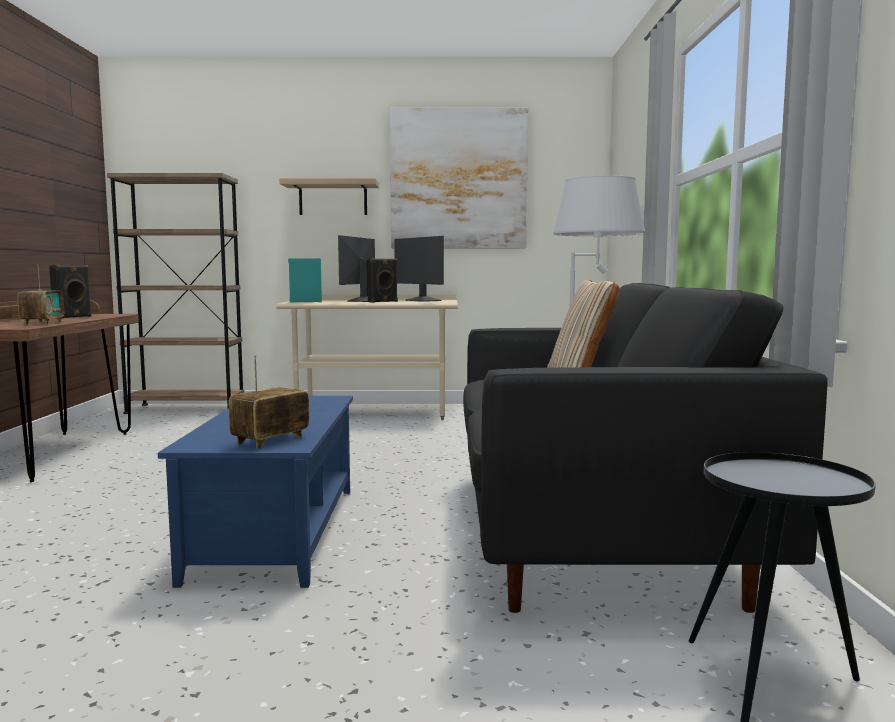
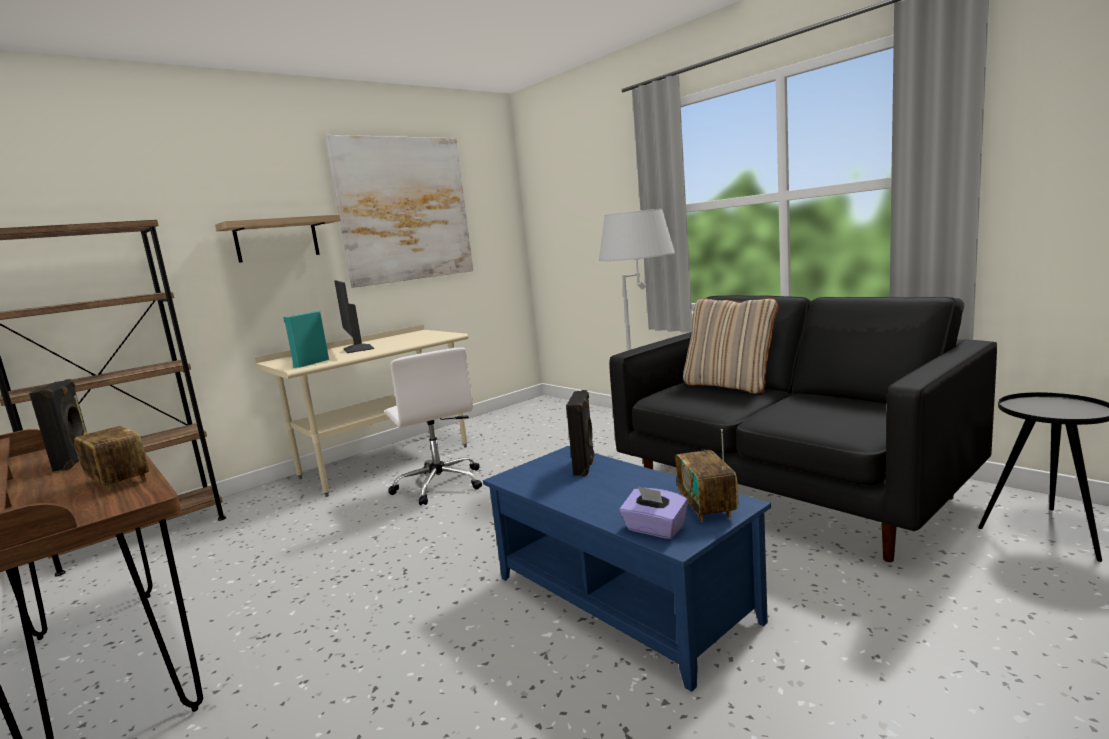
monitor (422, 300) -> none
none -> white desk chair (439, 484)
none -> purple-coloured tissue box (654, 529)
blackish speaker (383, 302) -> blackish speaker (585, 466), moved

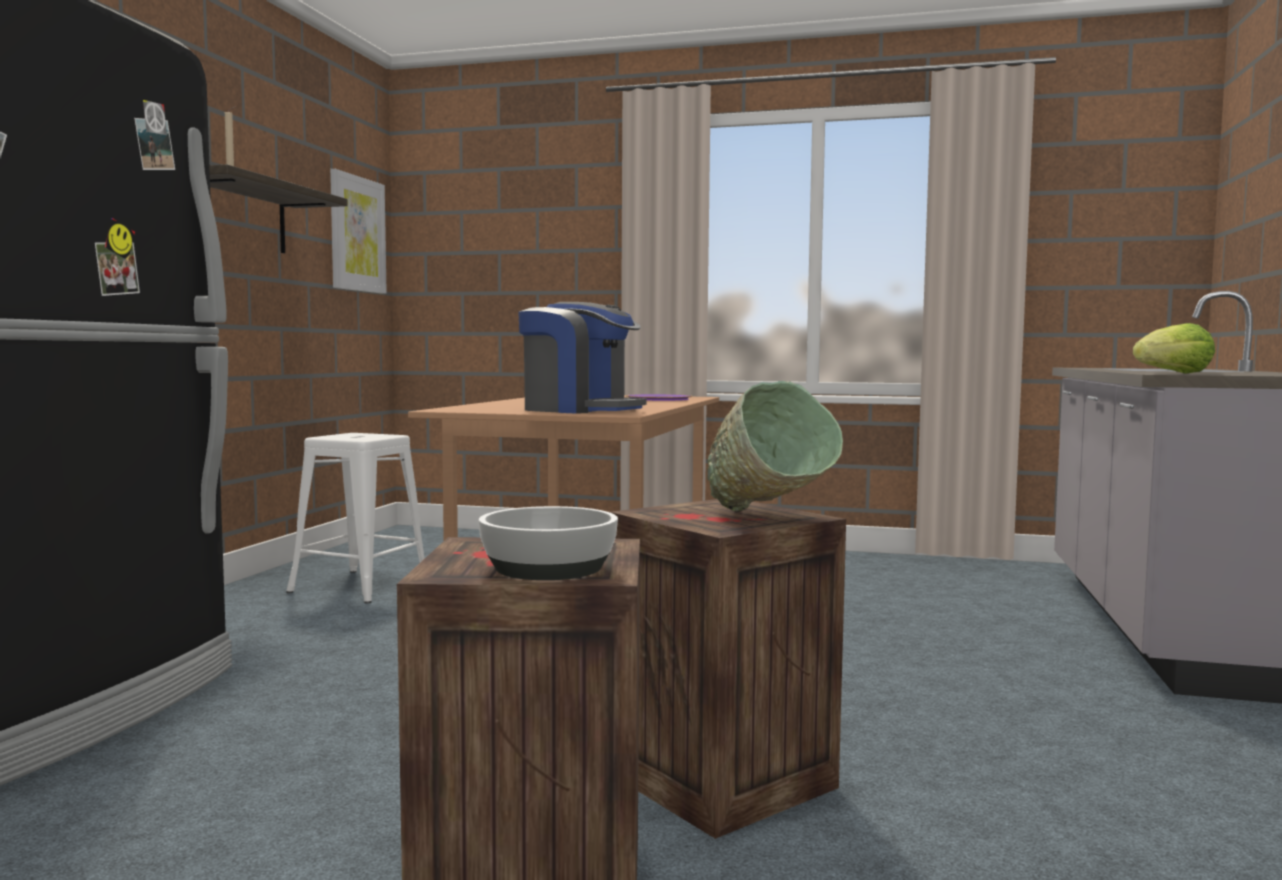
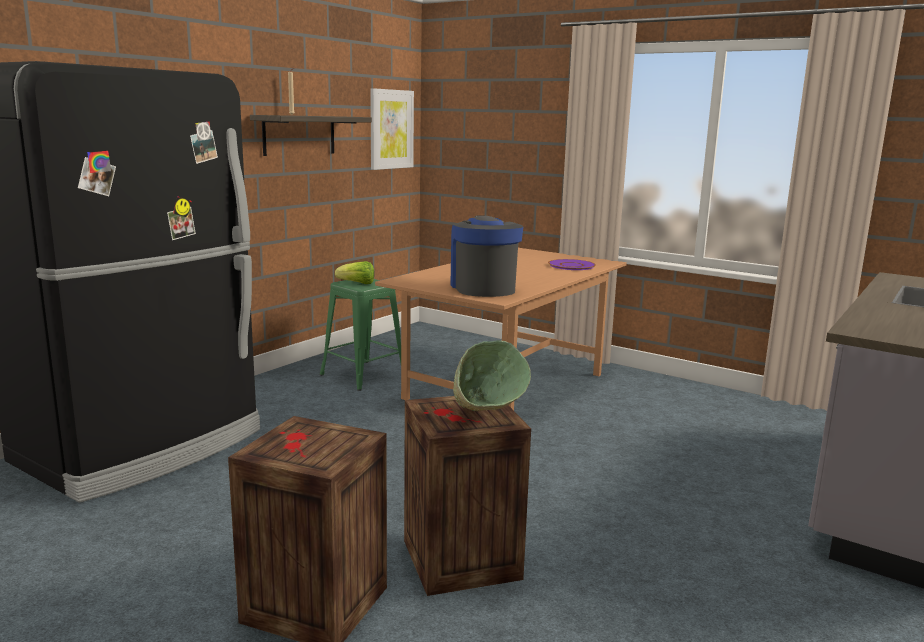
serving bowl (549, 567) -> none
lettuce head (1173, 373) -> lettuce head (357, 284), moved
white stool (360, 586) -> green stool (363, 375)
coffee machine (580, 410) -> coffee machine (483, 288), 150 degrees counterclockwise

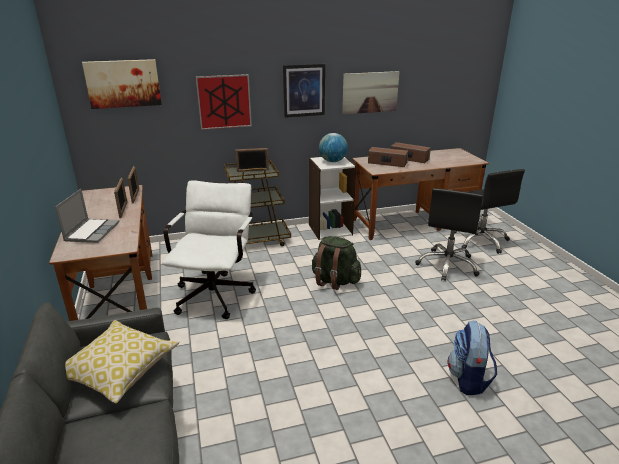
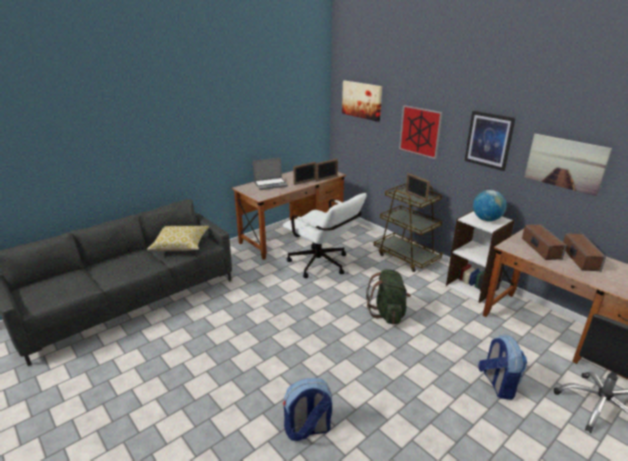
blackish desk chair (447, 265) -> knapsack (497, 384)
white desk chair (216, 292) -> white desk chair (323, 265), 60 degrees clockwise

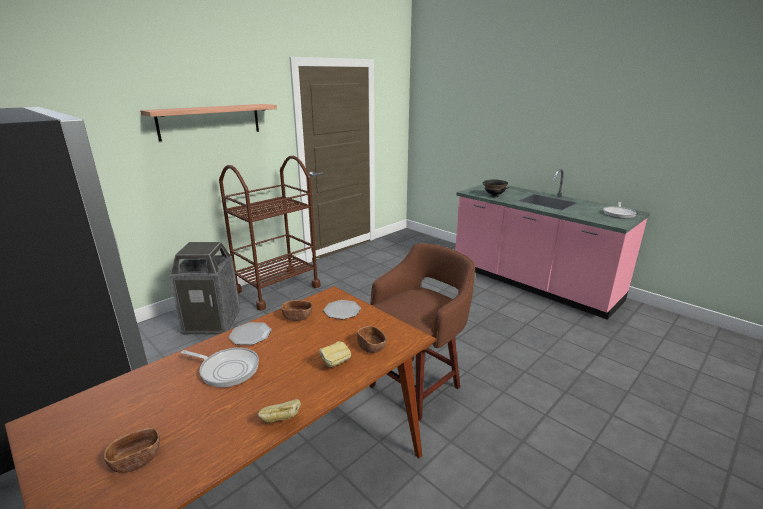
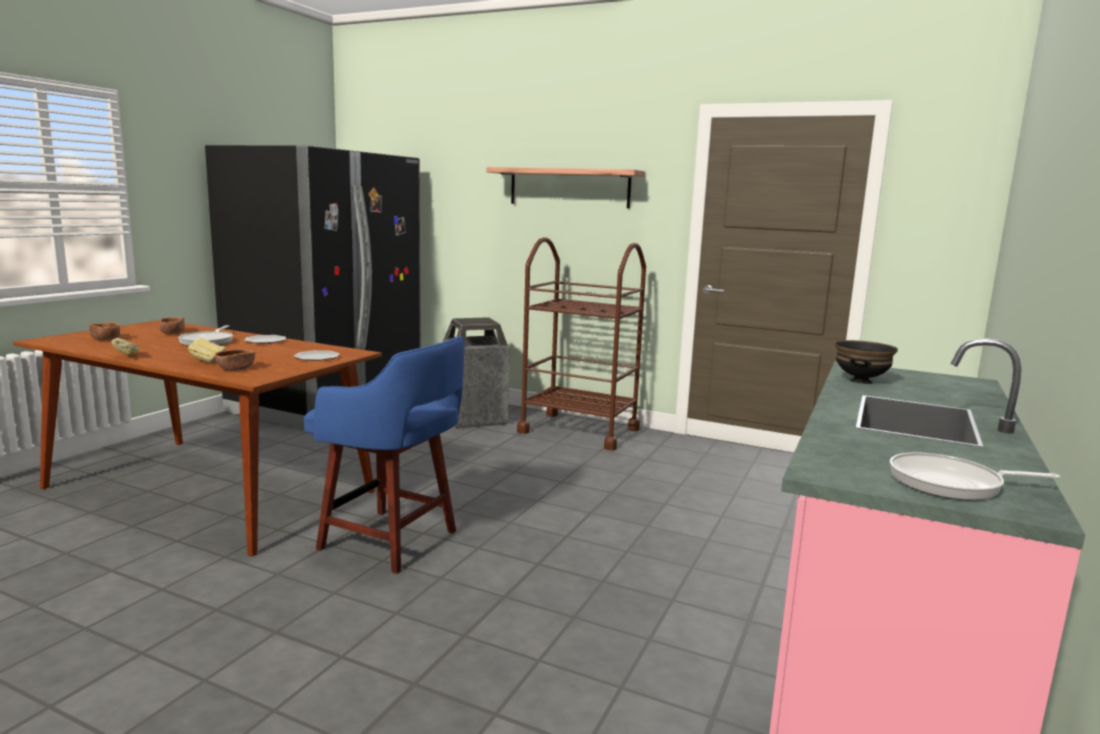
brownish serving bowl (297, 317) -> brownish serving bowl (173, 333), moved
brownish stool (417, 385) -> blue stool (392, 541)

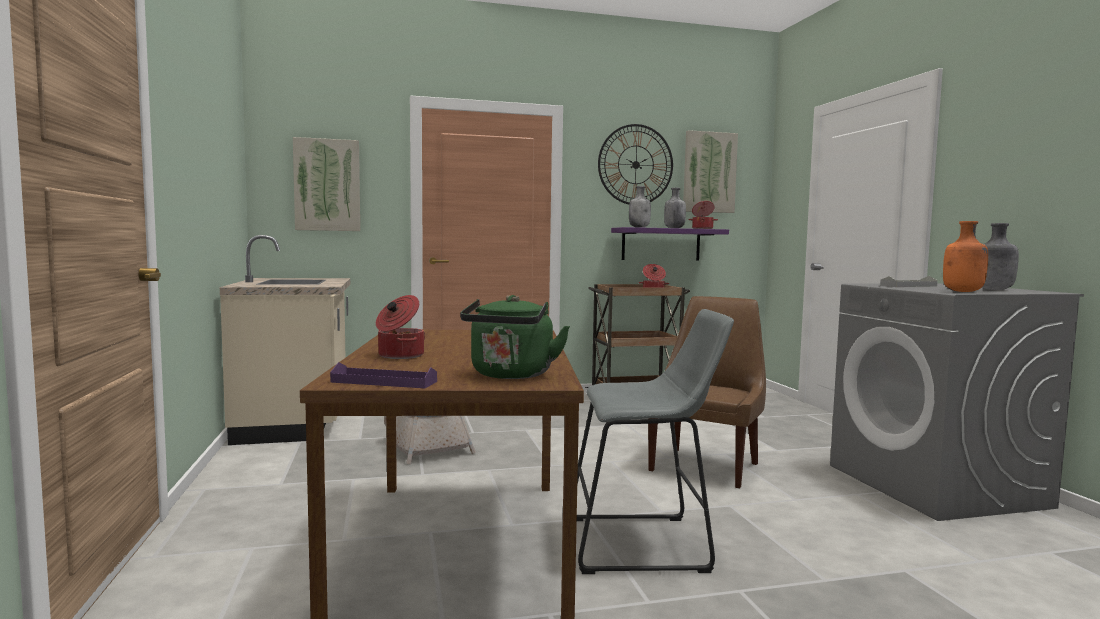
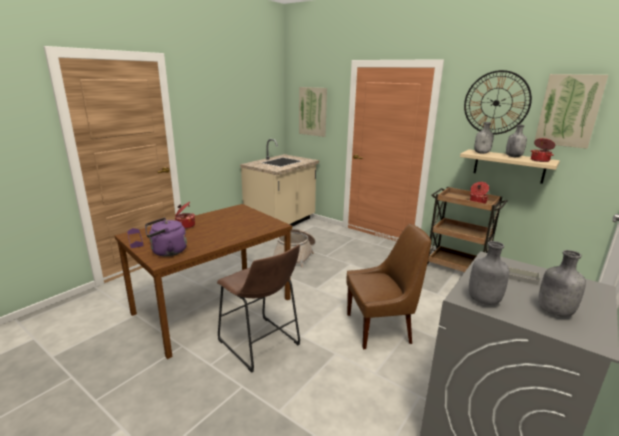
green tea kettle (511, 375) -> purple-coloured tea kettle (167, 252)
gray stool (646, 544) -> brownish stool (261, 345)
purple-coloured shelf (661, 244) -> beige shelf (509, 166)
orange-coloured bottle (963, 291) -> gray bottle (483, 301)

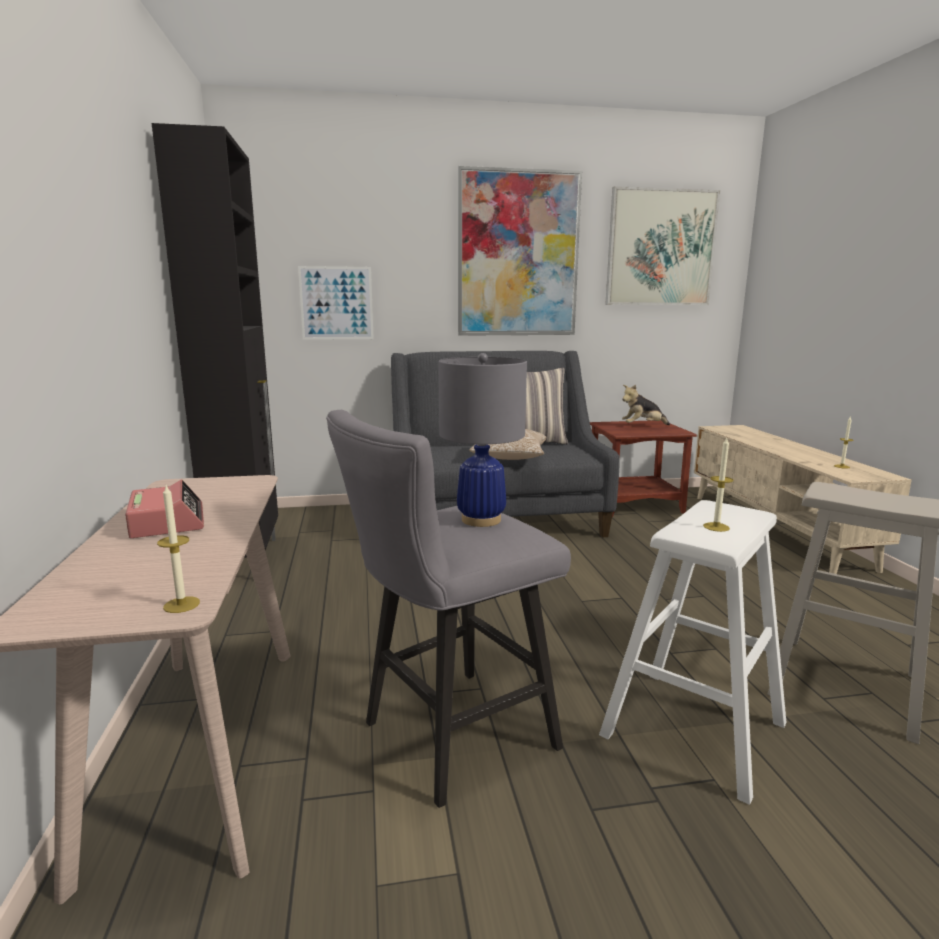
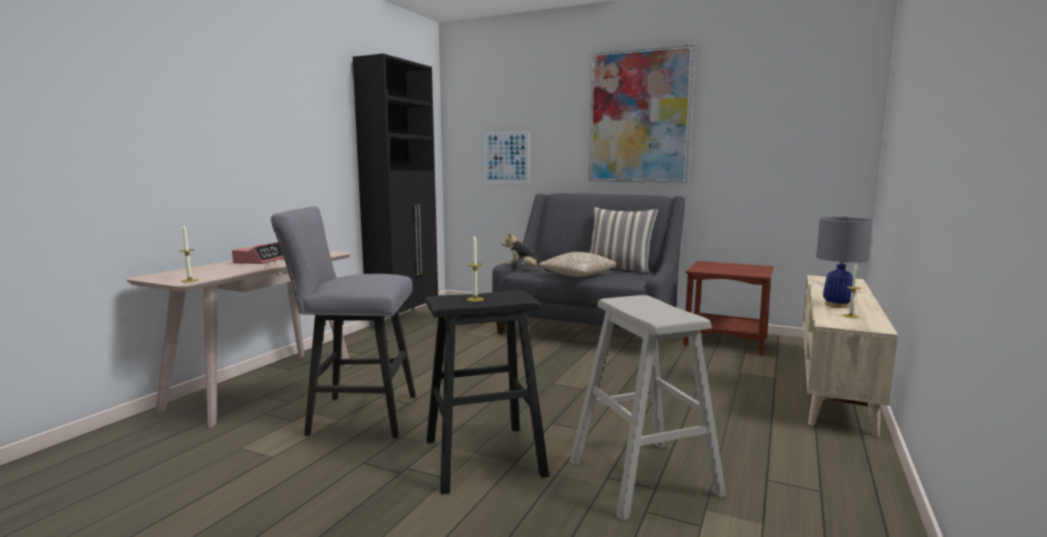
wall art (660, 248) -> none
gray lamp for a table (480, 520) -> gray lamp for a table (836, 305), moved
soft toy (642, 426) -> soft toy (525, 270), moved
white stool (694, 729) -> blackish stool (483, 457)

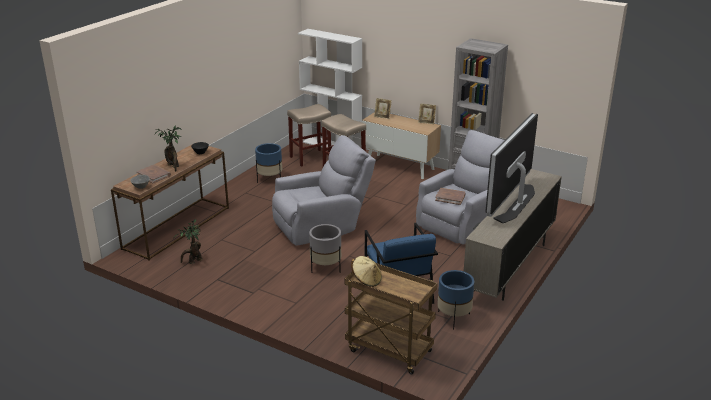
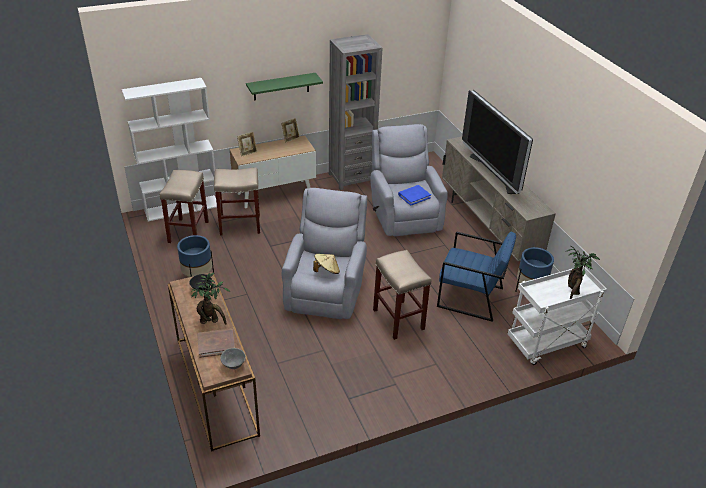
none -> green shelf (281, 86)
potted plant (193, 261) -> potted plant (573, 291), moved
beige clothing hat (366, 280) -> beige clothing hat (326, 271), moved
gray plant pot (326, 268) -> beige stool (397, 319)
brownish cart (388, 351) -> white cart (546, 344)
brownish book (450, 197) -> blue book (414, 196)

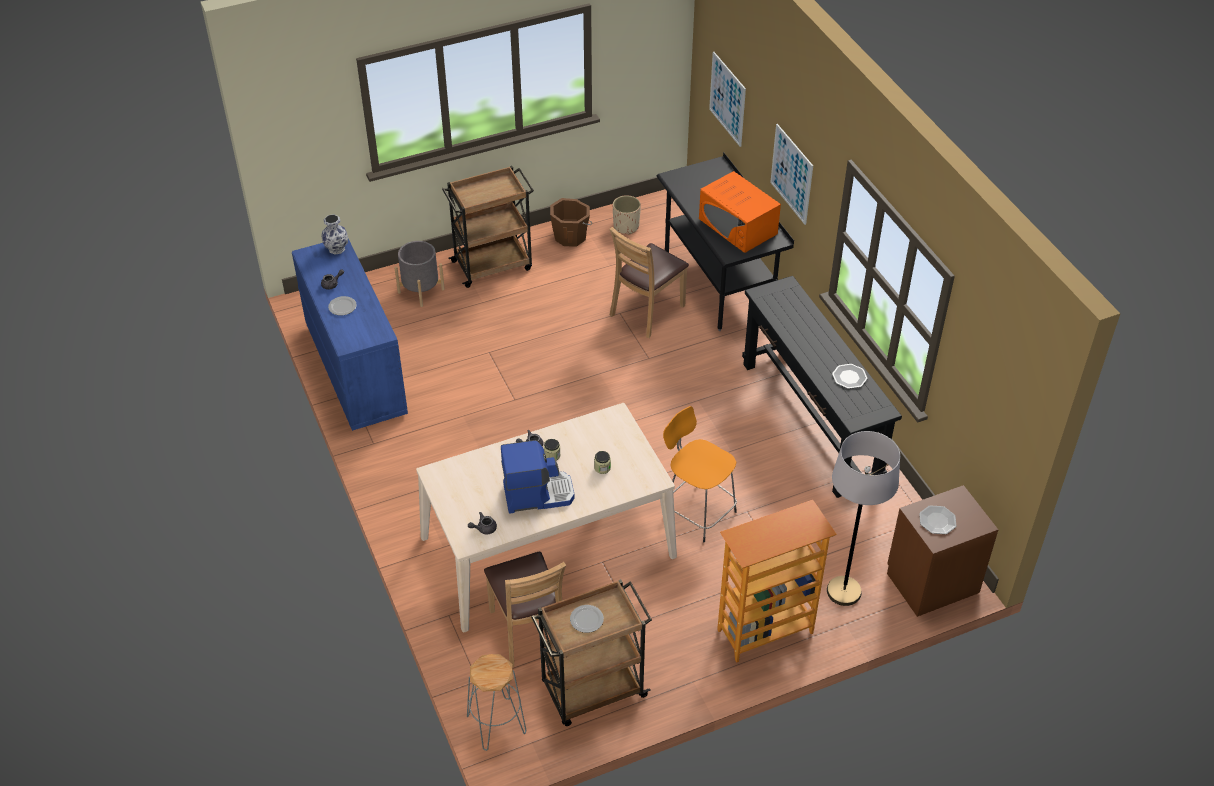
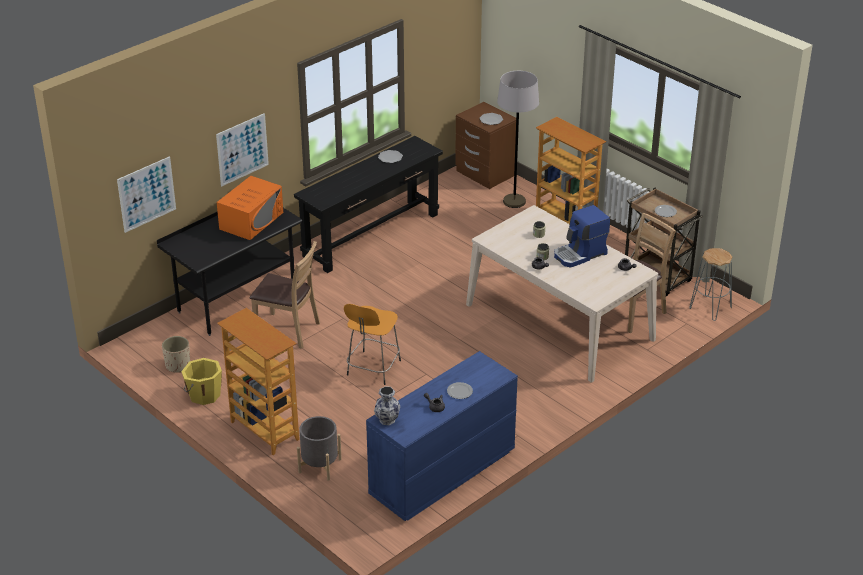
orange-coloured stool (698, 512) -> orange-coloured stool (373, 369), moved
brownish cart (493, 265) -> shelving unit (264, 431)
brownish bucket (570, 236) -> yellow bucket (204, 394)
coffee machine (538, 494) -> coffee machine (580, 254), 90 degrees counterclockwise

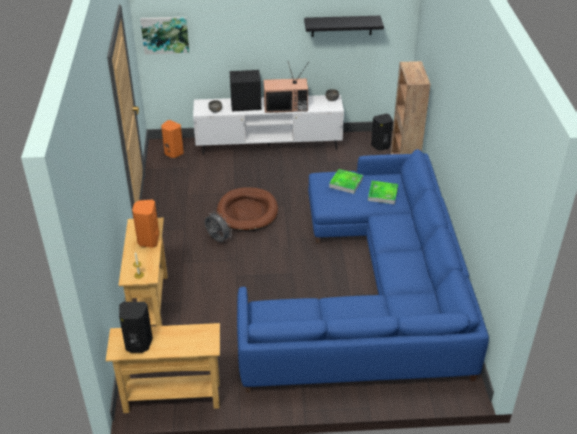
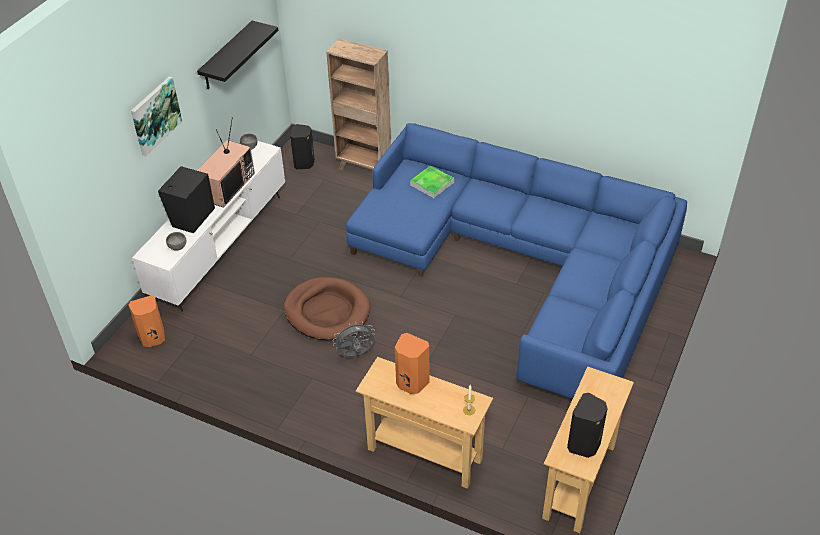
tray (346, 183) -> none
wall art (165, 34) -> wall art (155, 115), moved

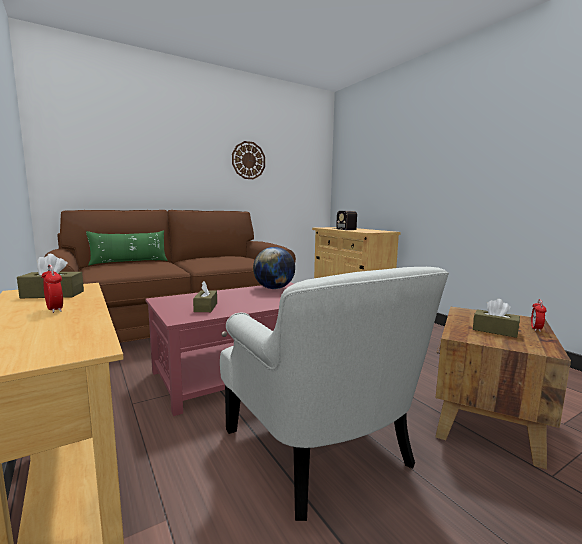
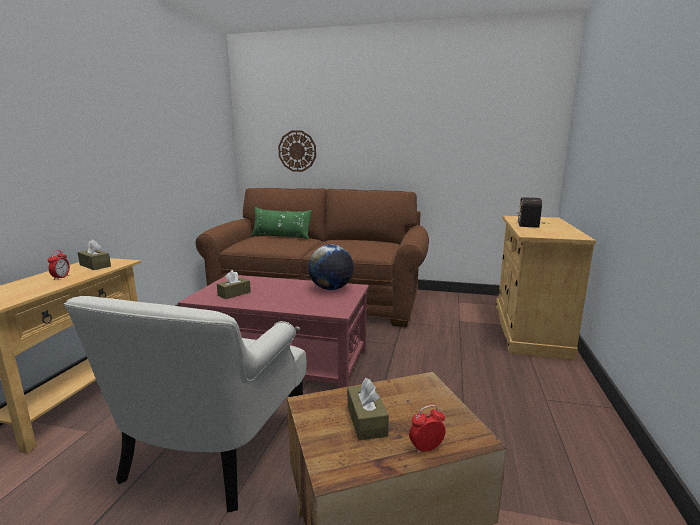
wall clock (248, 160) -> wall clock (297, 151), moved

